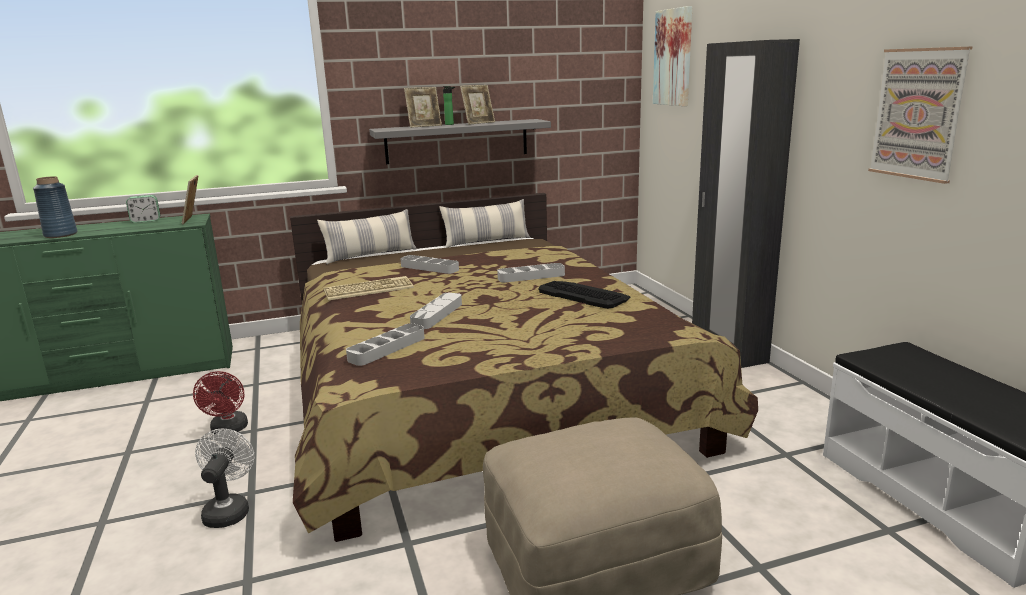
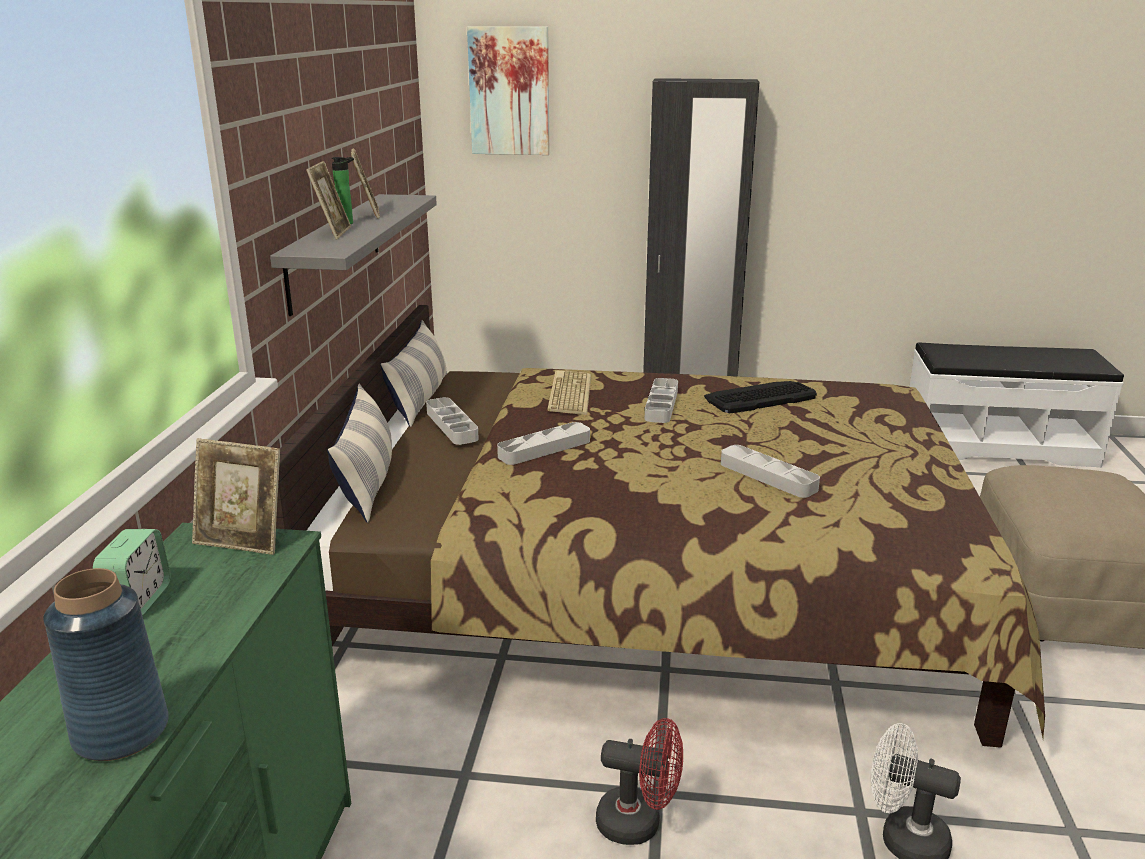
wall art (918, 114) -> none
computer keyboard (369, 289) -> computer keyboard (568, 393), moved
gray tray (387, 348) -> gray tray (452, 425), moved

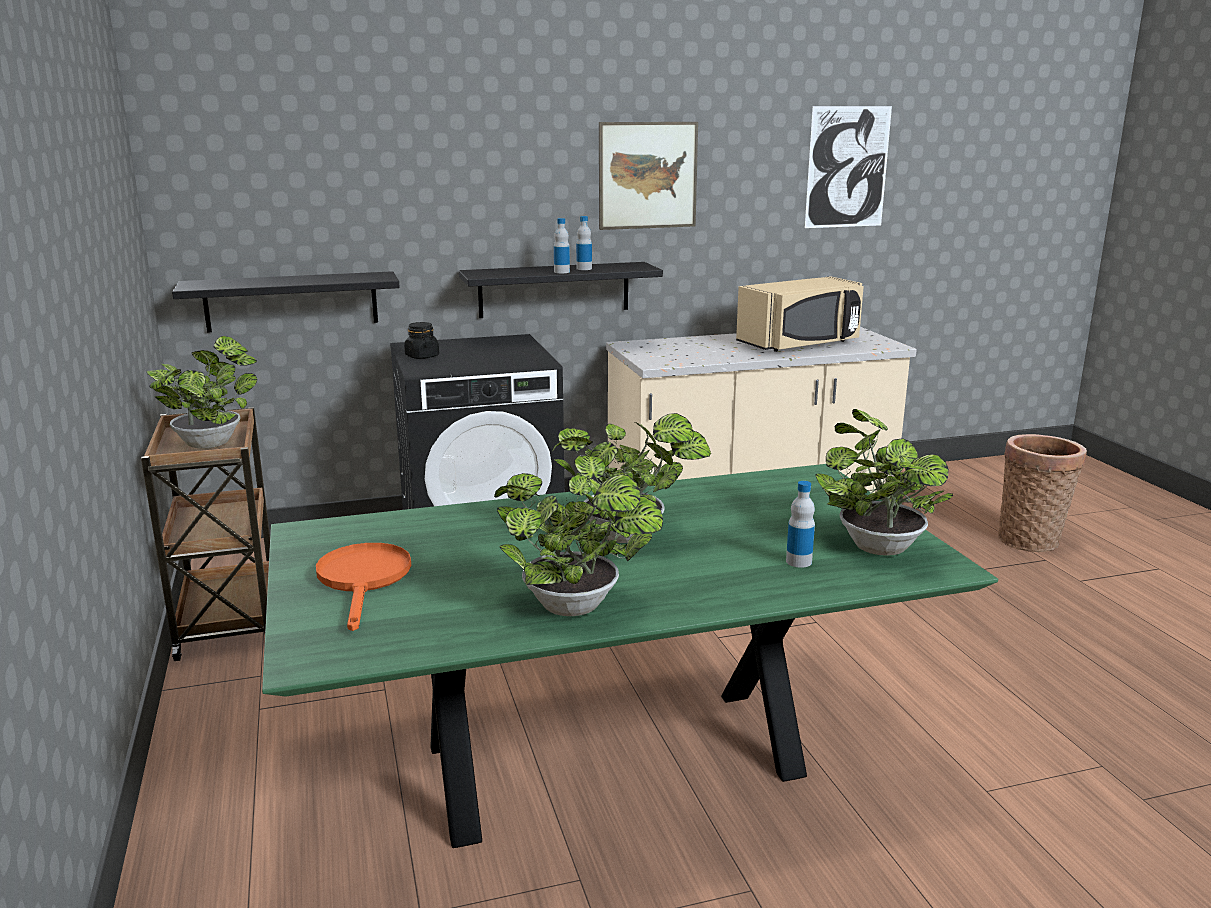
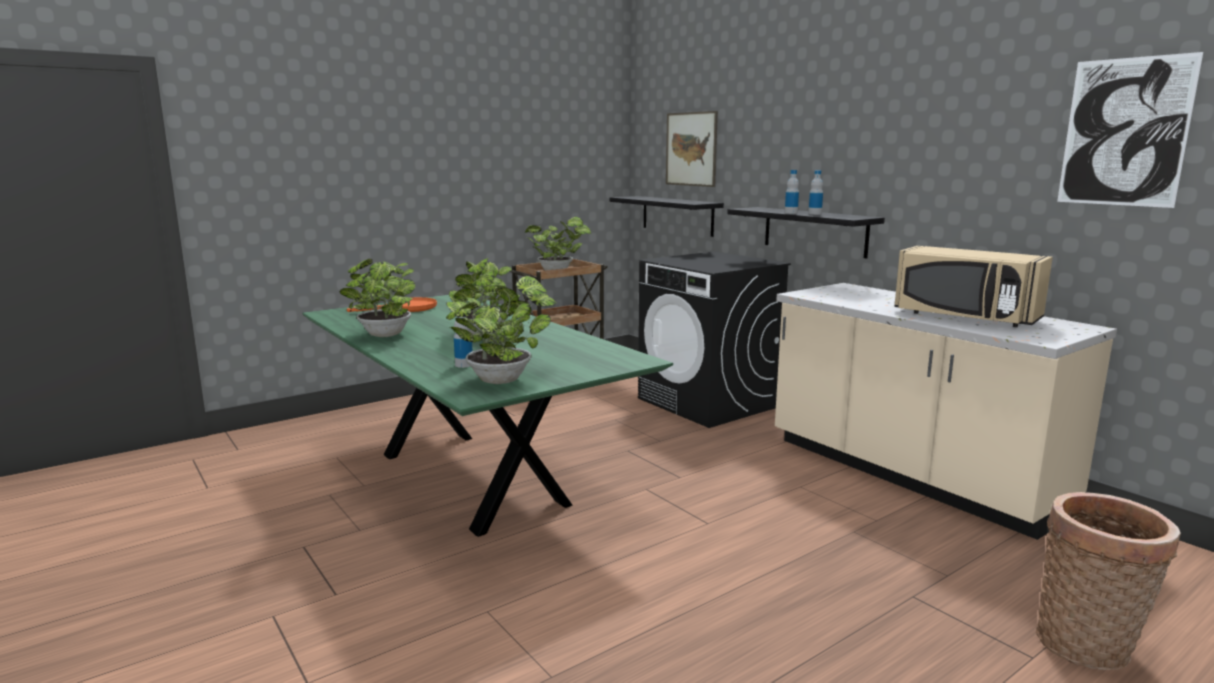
blackish preserve jar (422, 356) -> none
wall art (648, 175) -> wall art (691, 149), moved

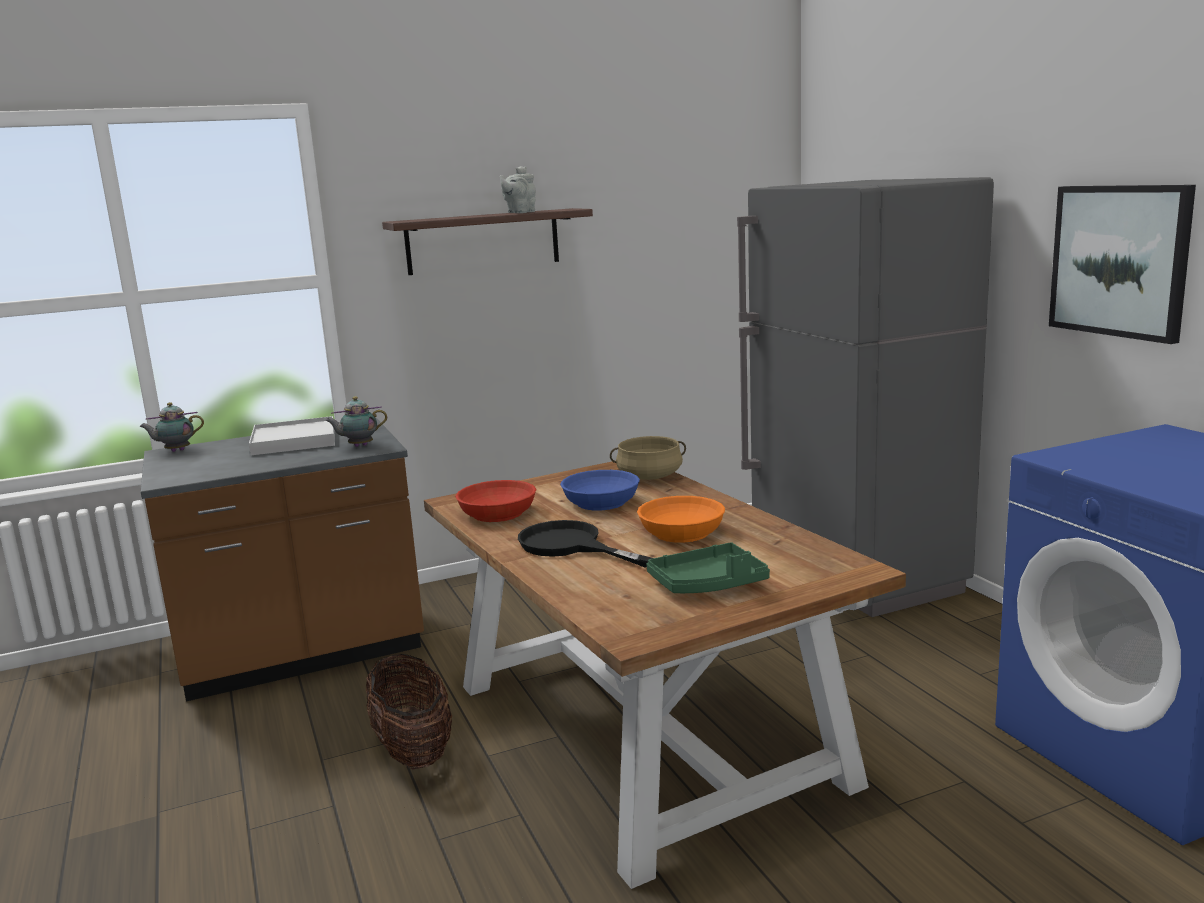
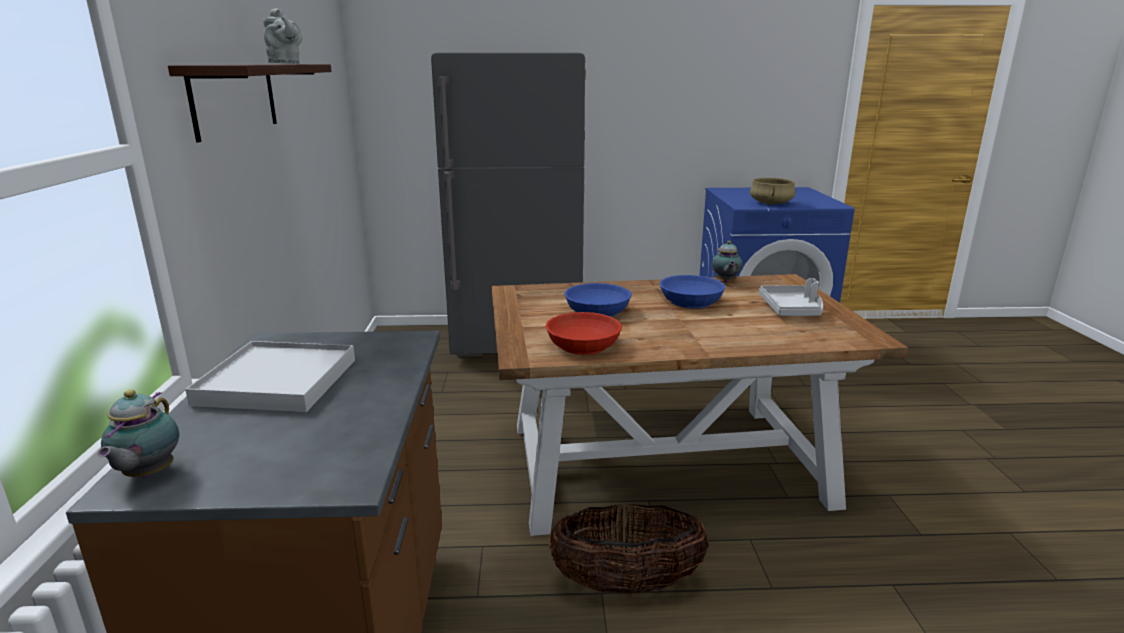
blackish pan (570, 546) -> none
wall art (1120, 260) -> none
teapot (359, 446) -> teapot (725, 282), moved
beige cooking pot (650, 476) -> beige cooking pot (770, 203), moved
orange-coloured serving bowl (681, 532) -> blue serving bowl (691, 301)
green tray (708, 584) -> gray tray (792, 310)

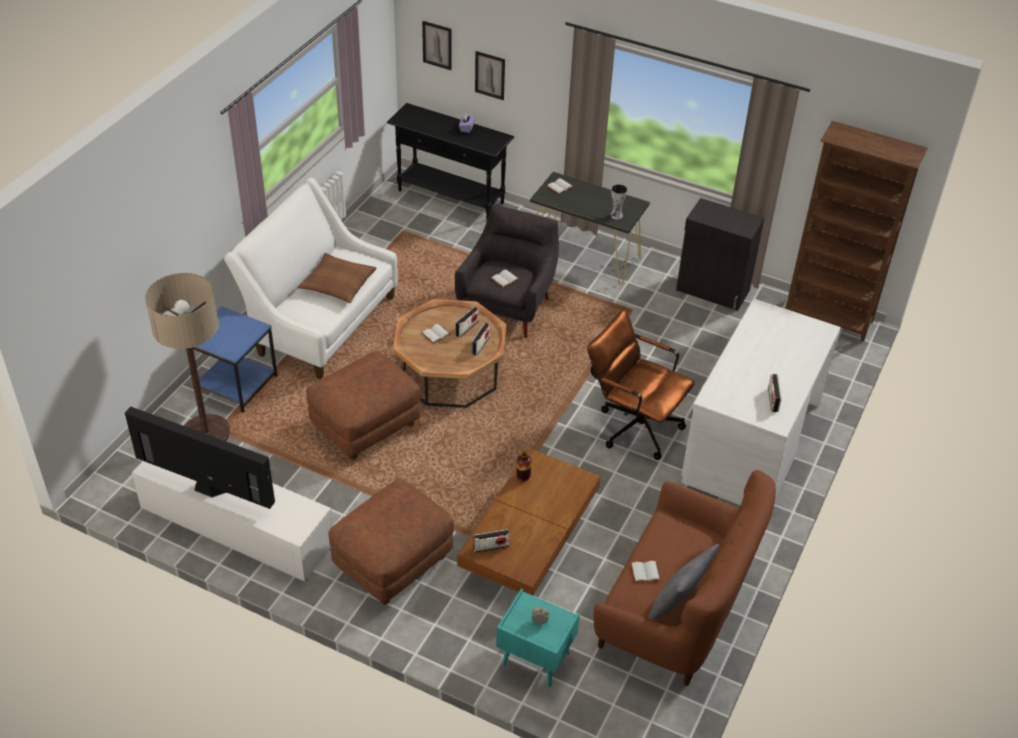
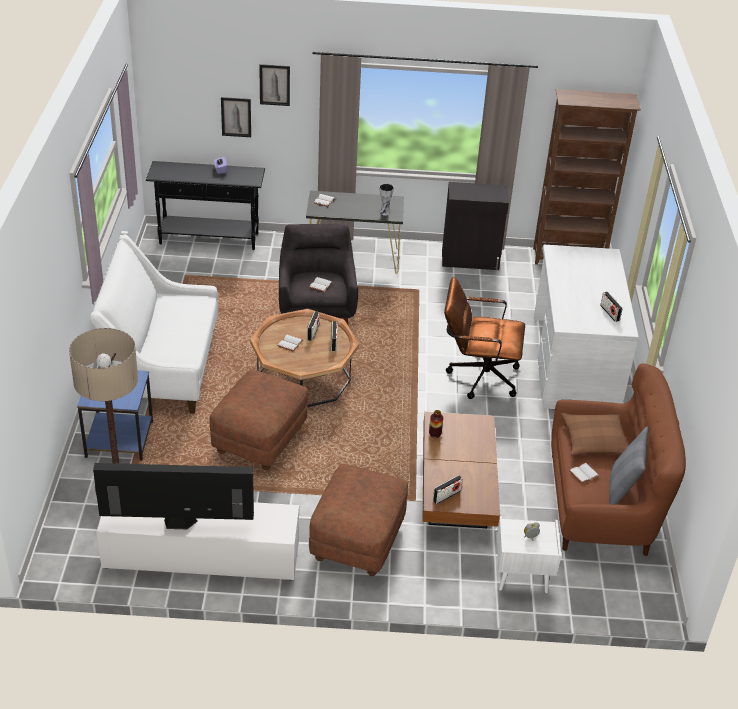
brownish cushion (337, 284) -> brownish cushion (594, 441), moved
wall art (437, 45) -> wall art (274, 85), moved
blue-green bedside table (534, 659) -> white bedside table (521, 576)

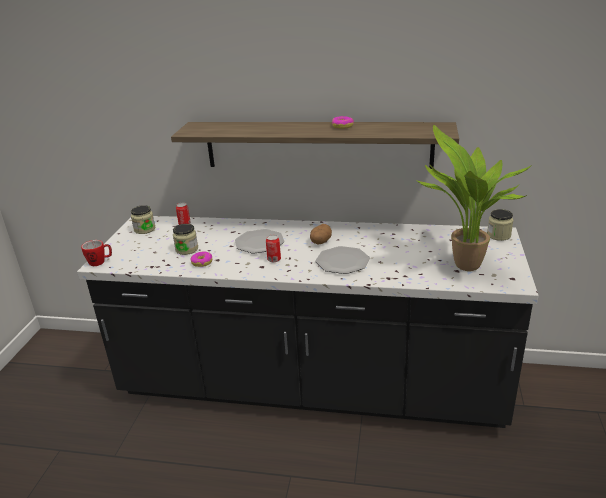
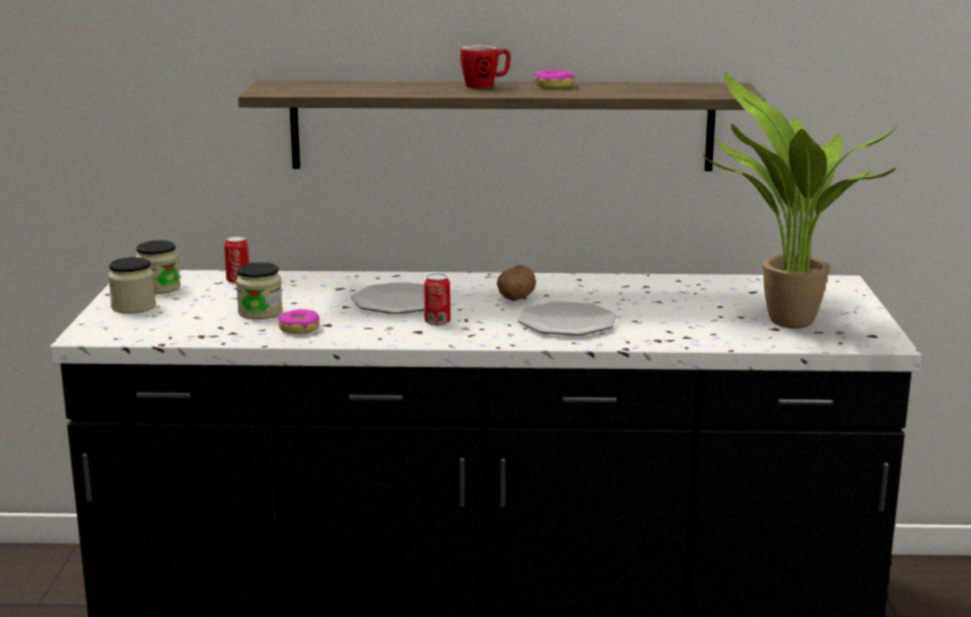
tea mug (100, 262) -> tea mug (485, 86), moved
preserve jar (498, 235) -> preserve jar (133, 307), moved

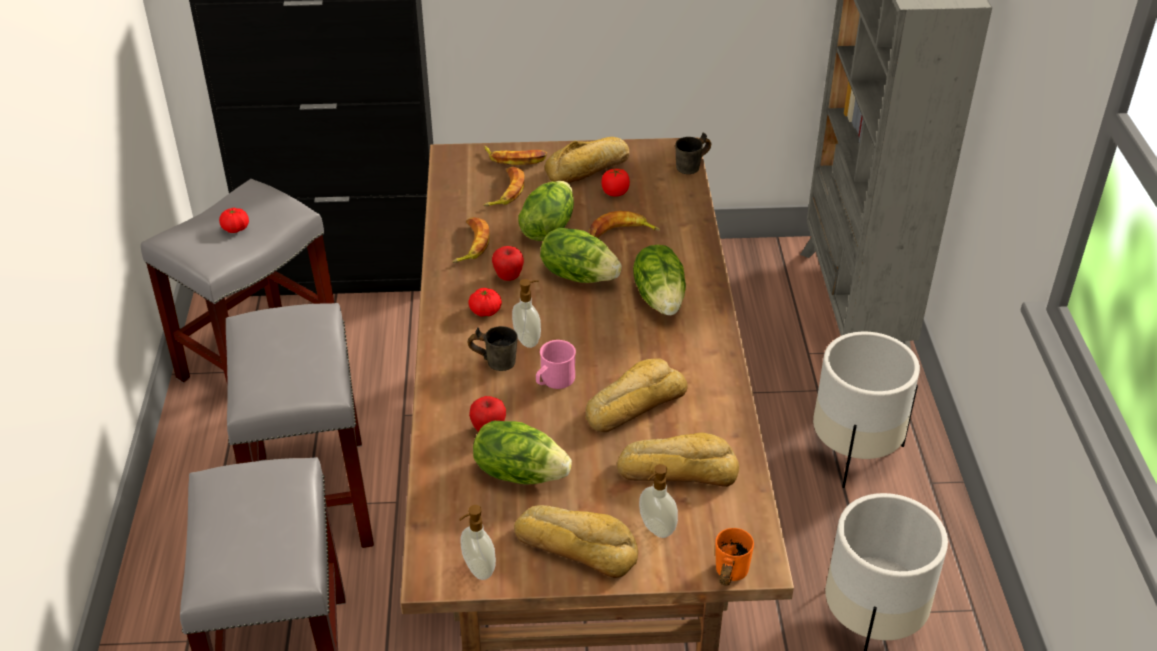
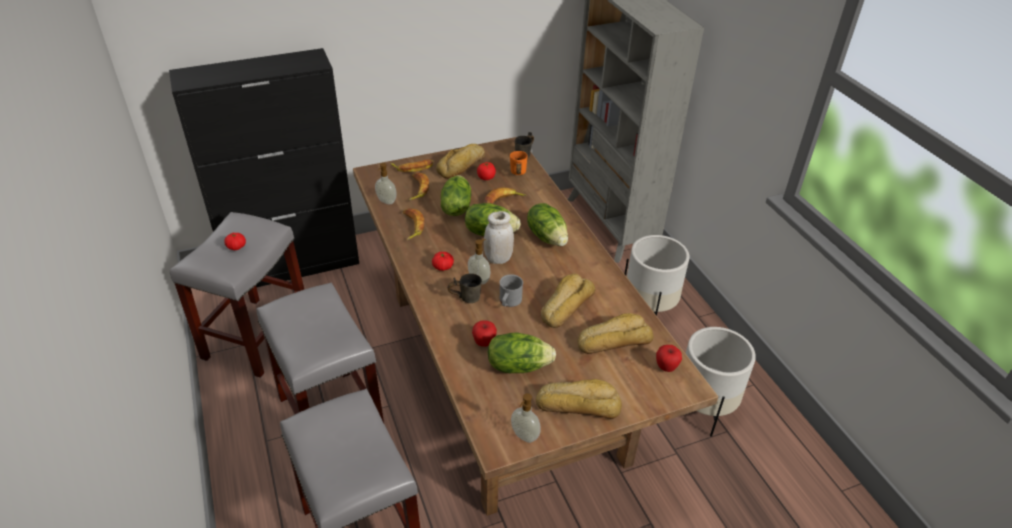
none -> white preserve jar (498, 259)
apple fruit (508, 277) -> apple fruit (666, 367), moved
liquid soap bottle (656, 529) -> liquid soap bottle (386, 201), moved
orange-coloured tea mug (725, 575) -> orange-coloured tea mug (516, 174), moved
pinkish tea mug (554, 381) -> gray tea mug (509, 302)

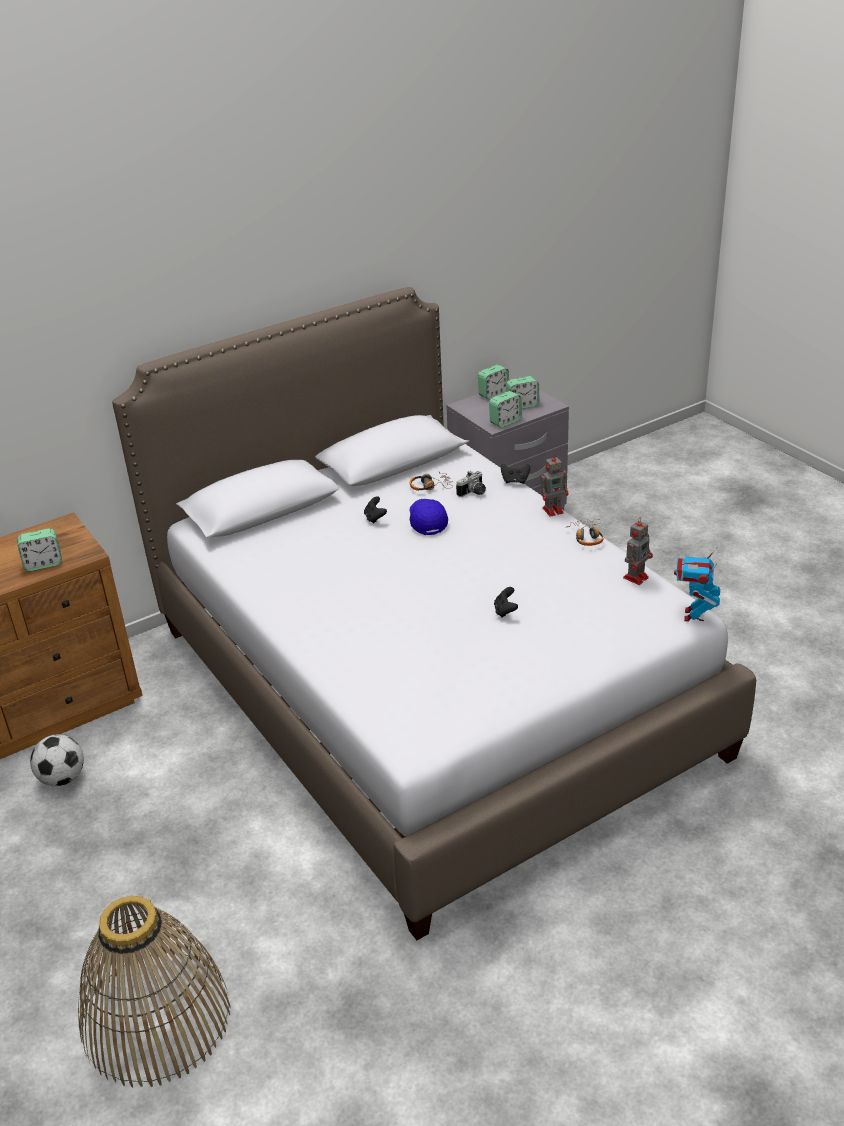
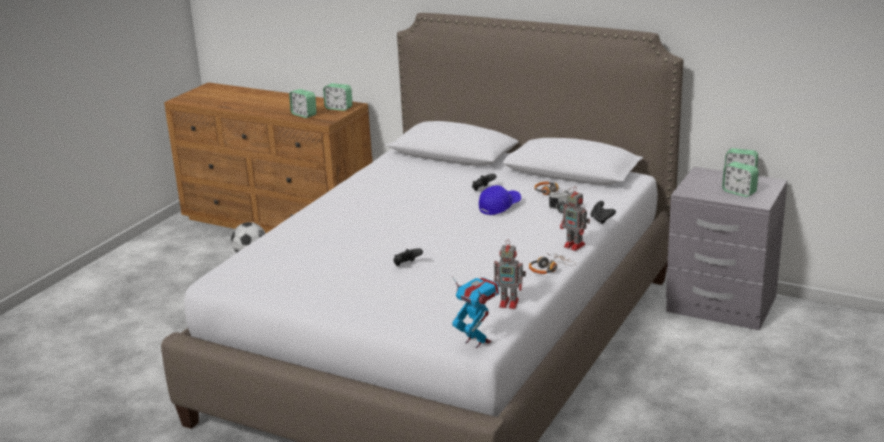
storage basket (156, 1019) -> none
table clock (505, 421) -> table clock (338, 108), moved
toy robot (693, 615) -> toy robot (477, 341), 60 degrees clockwise

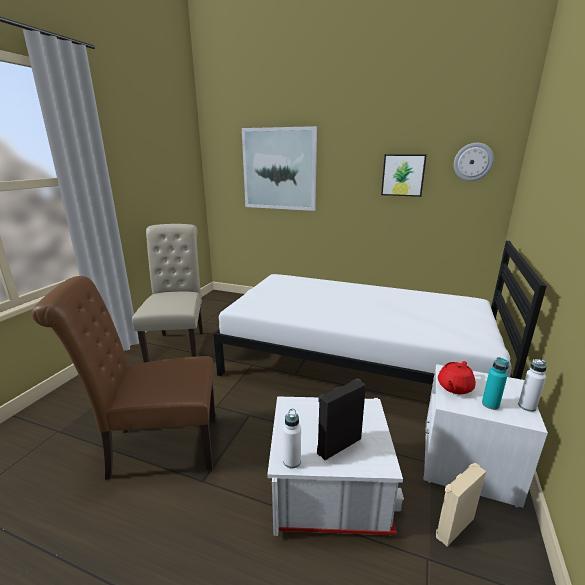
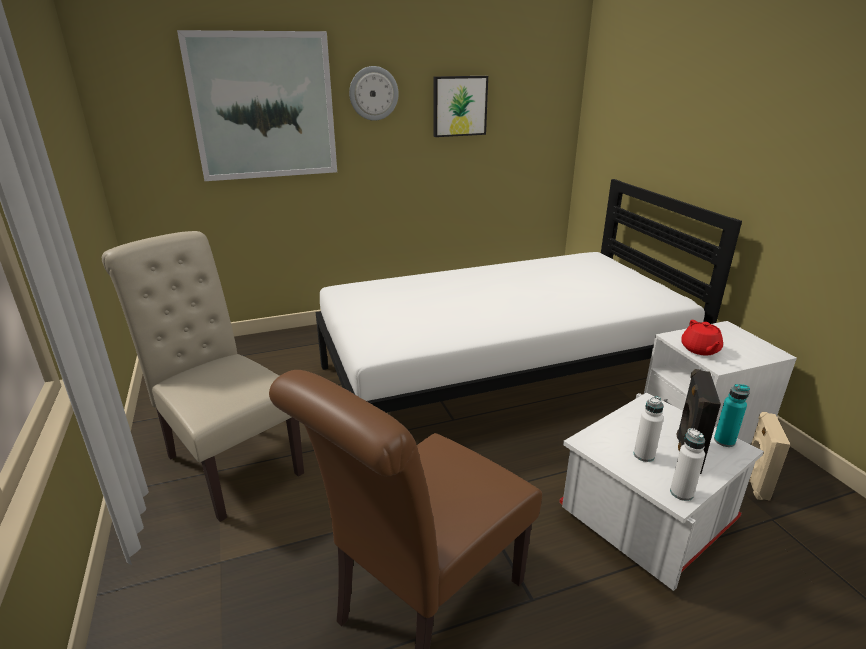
wall clock (473, 162) -> wall clock (373, 93), moved
blue-green bottle (490, 404) -> blue-green bottle (724, 441), moved
white bottle (527, 406) -> white bottle (644, 455), moved

